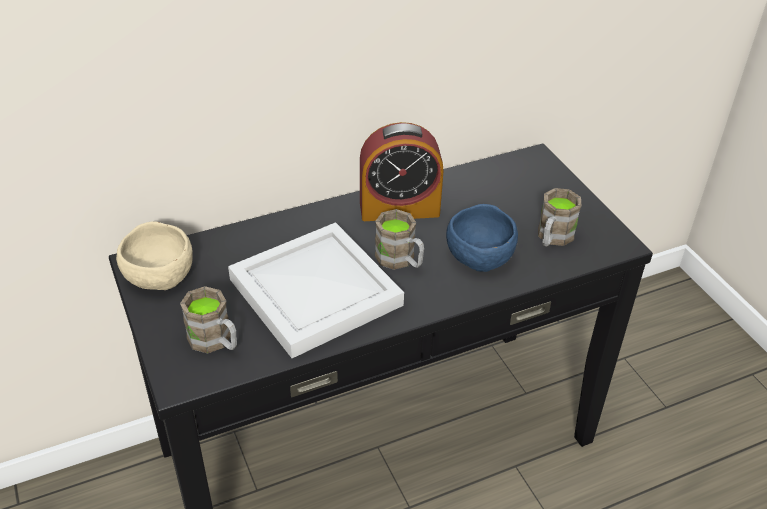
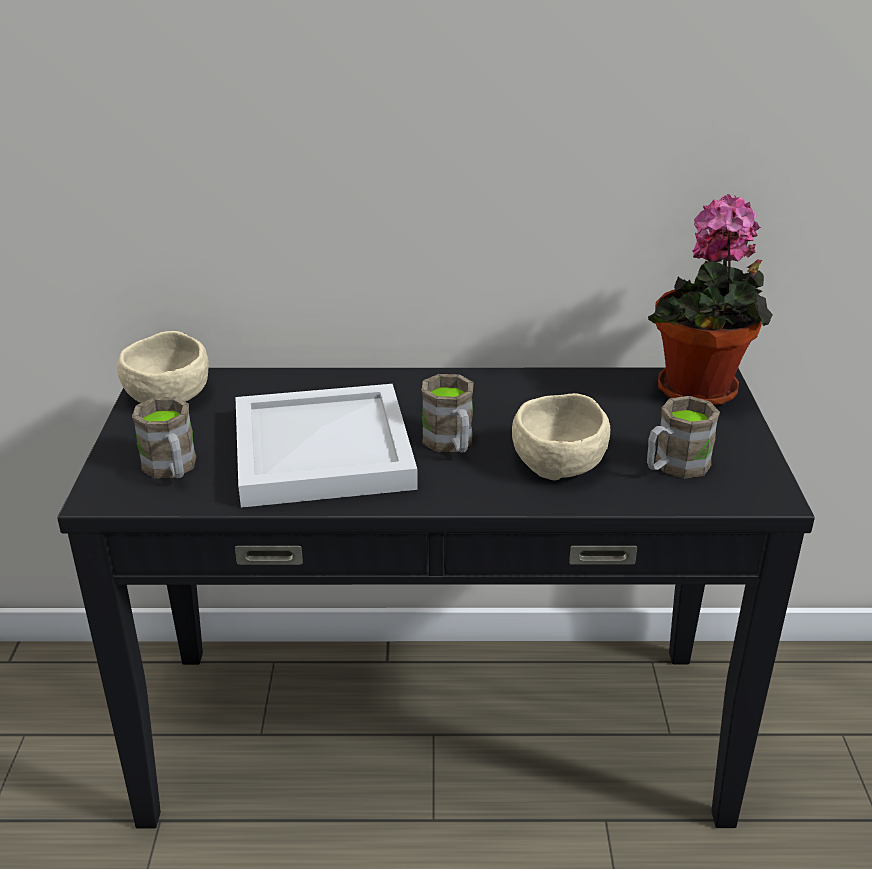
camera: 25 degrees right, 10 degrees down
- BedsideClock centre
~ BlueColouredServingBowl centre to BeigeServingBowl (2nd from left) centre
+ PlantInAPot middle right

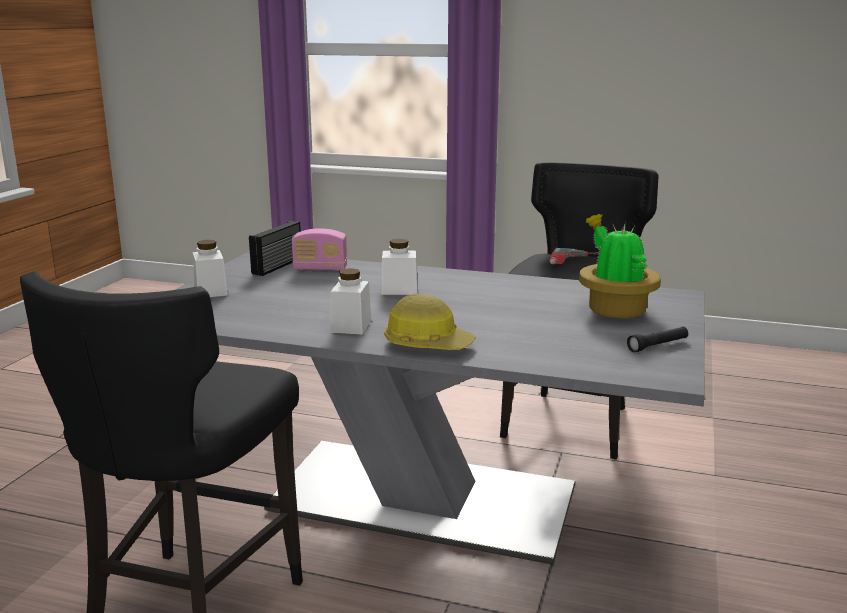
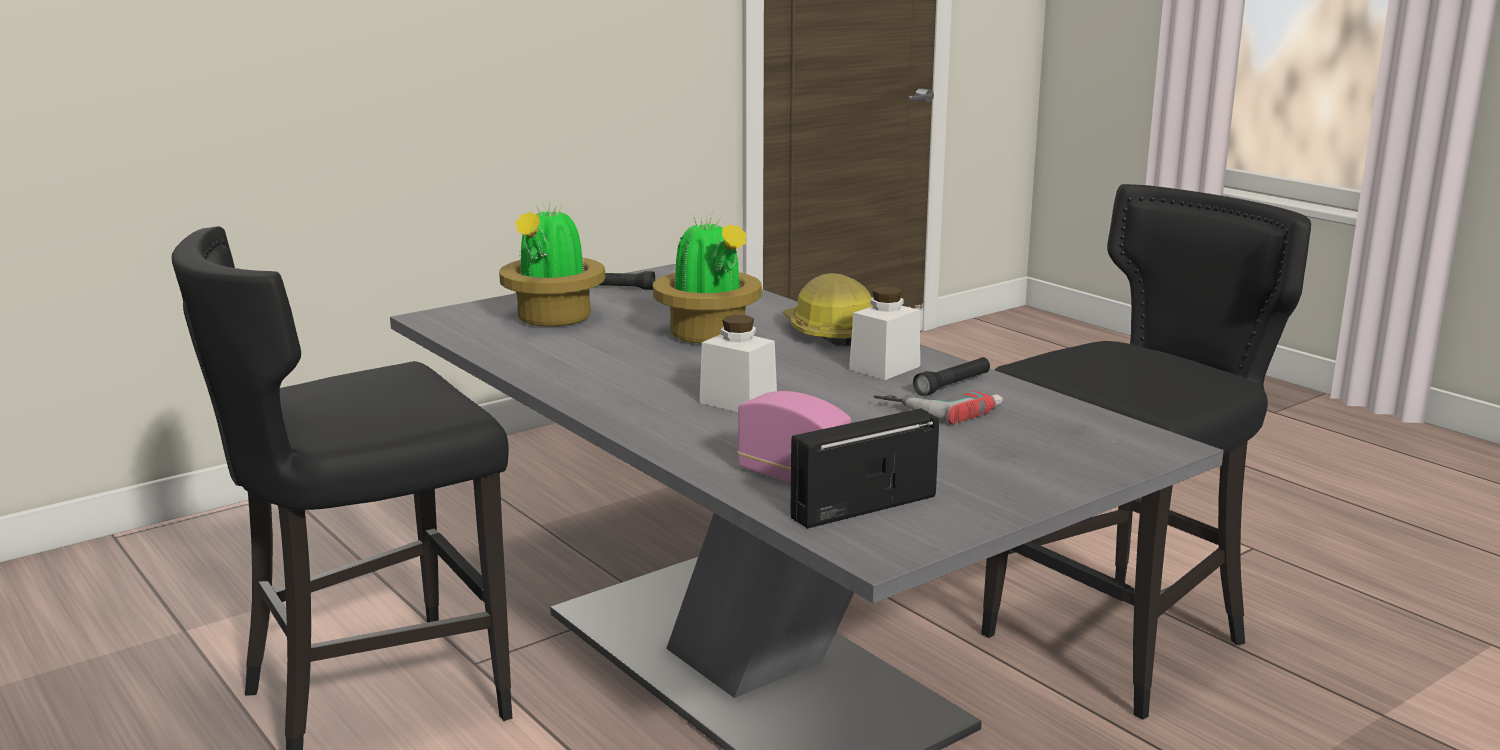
camera: 145 degrees left, 0 degrees up
- WhiteJar (1st from left) middle left
~ PowerDrill middle right to centre
+ PlantInAPot (2nd from left) centre
+ BlackColouredFlashlight (2nd from left) centre

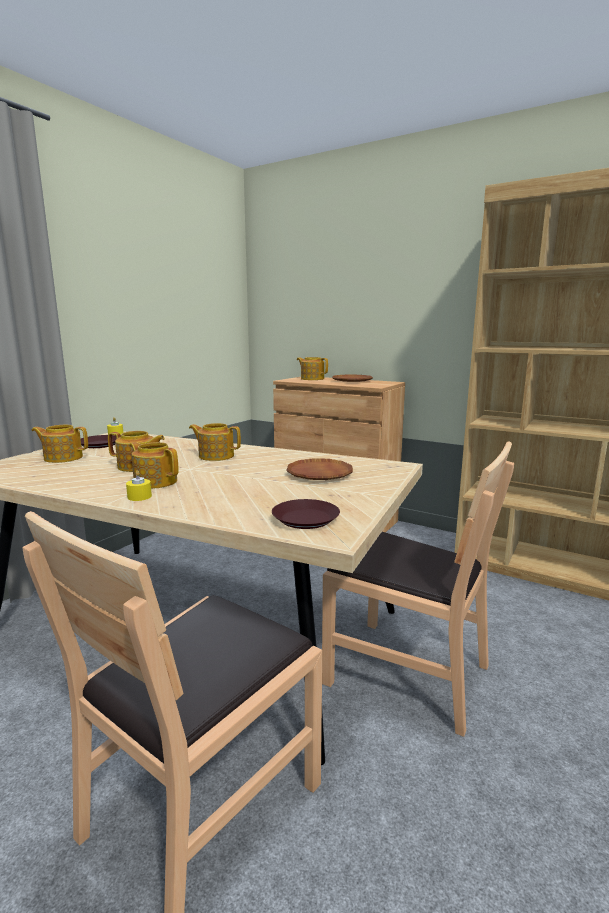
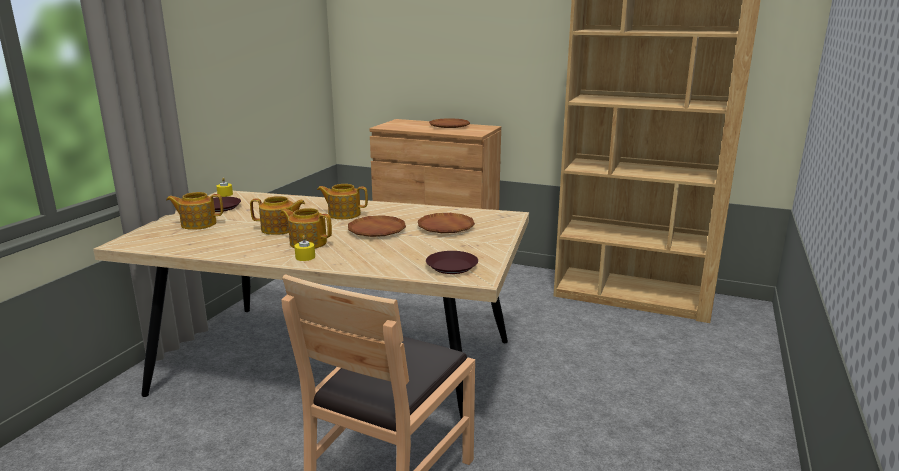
camera: 10 degrees left, 5 degrees up
- TeaPot (5th from left) centre
- BrownColouredChair (2nd from left) middle right
+ BrownColouredPlate (2nd from left) centre

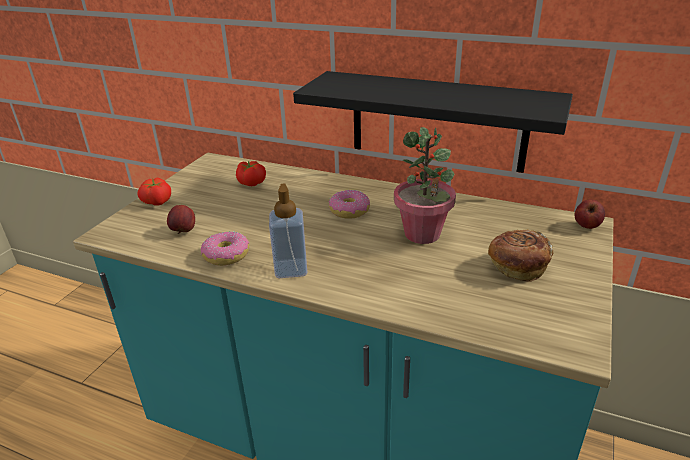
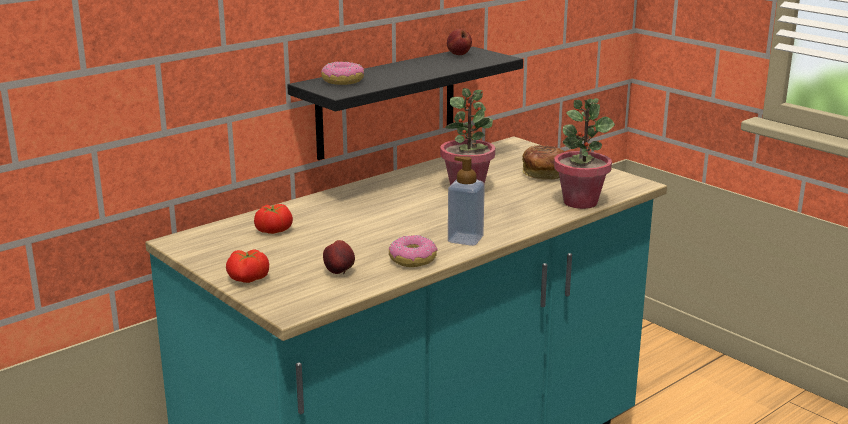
camera: 65 degrees left, 10 degrees down
~ Donut (2nd from left in the first image) centre to Donut (1st from left) top centre
~ Apple (2nd from left) middle right to top centre
+ PlantInAPot (2nd from left) middle right

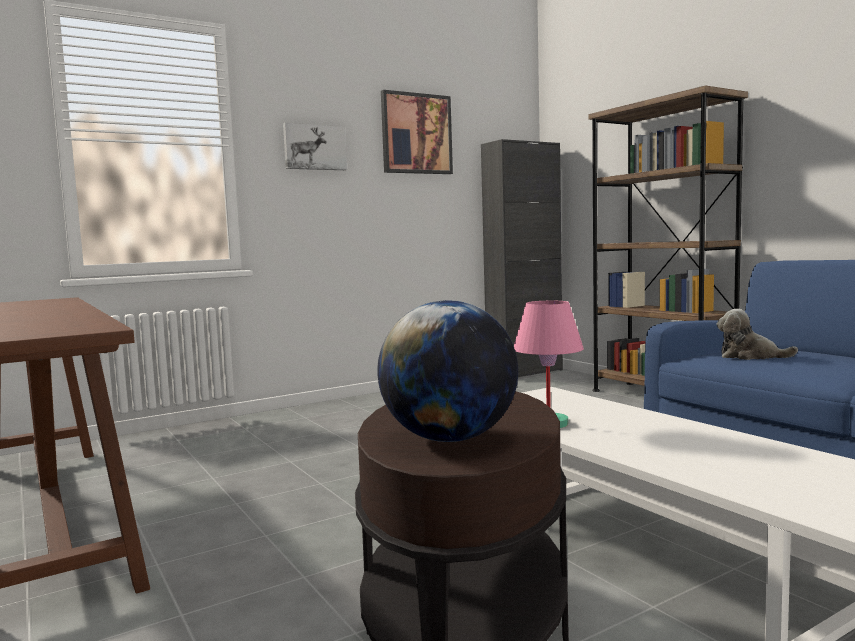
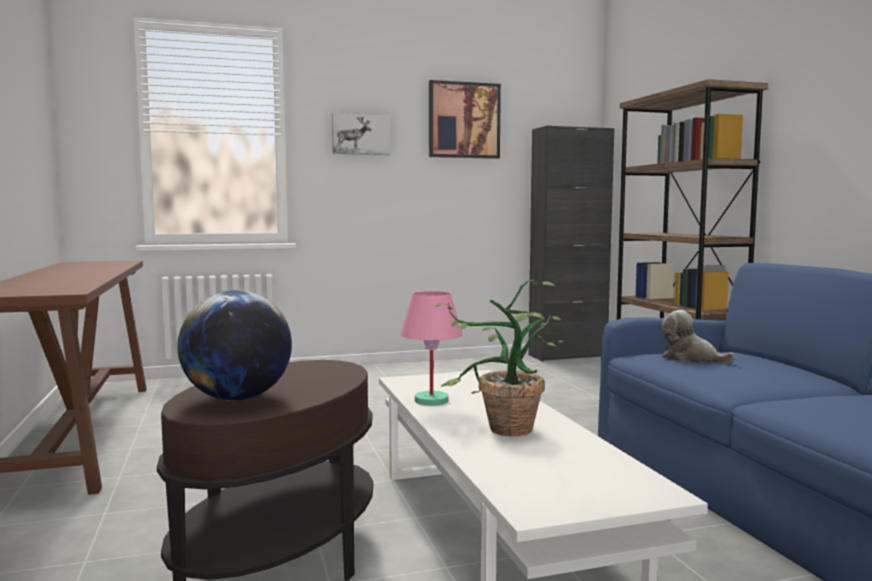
camera: 15 degrees right, 0 degrees up
+ PlantInAPot centre

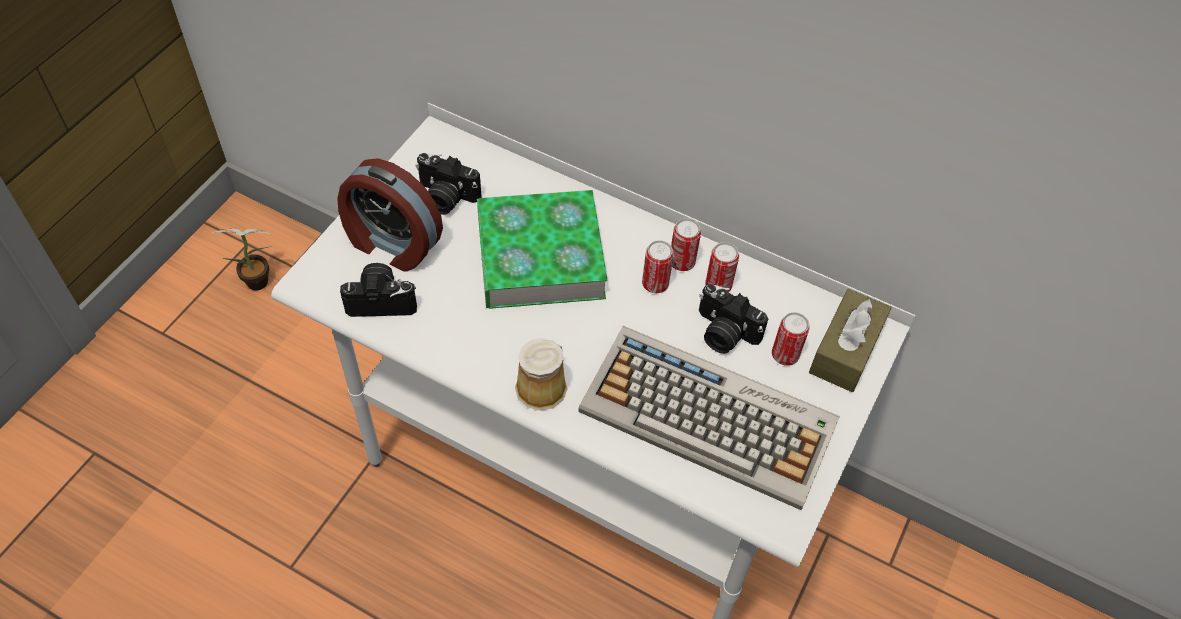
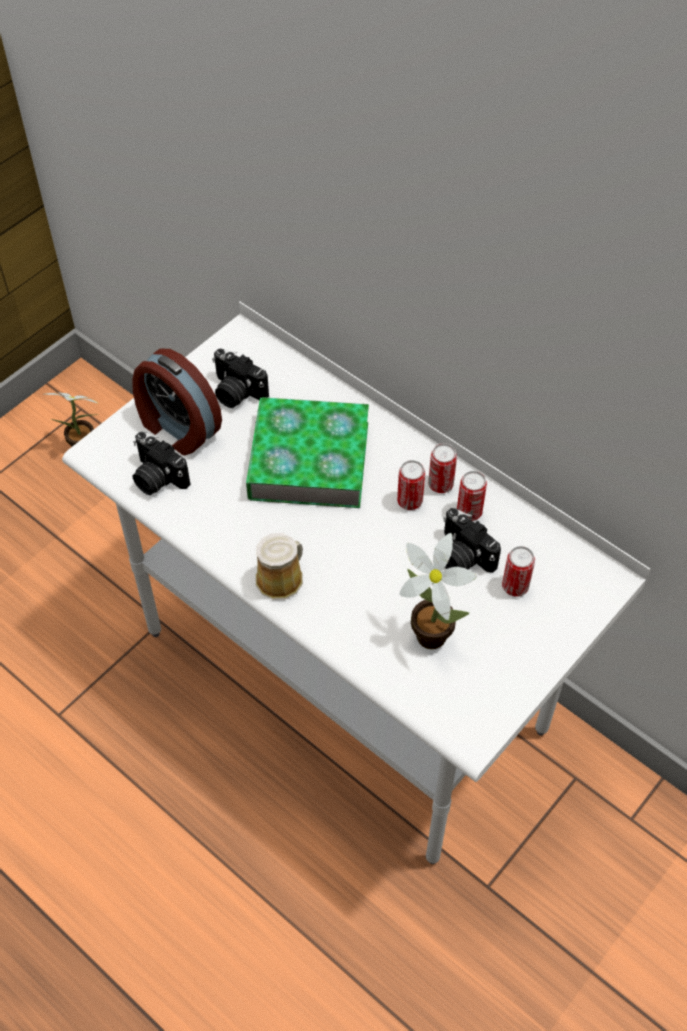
camera: 15 degrees right, 0 degrees up
~ PhotoCamera (1st from left) middle left = middle left 150 degrees counterclockwise
~ Keyboard bottom centre to PlantInAPot (2nd from left) centre
- BrownColouredTissueHolder middle right

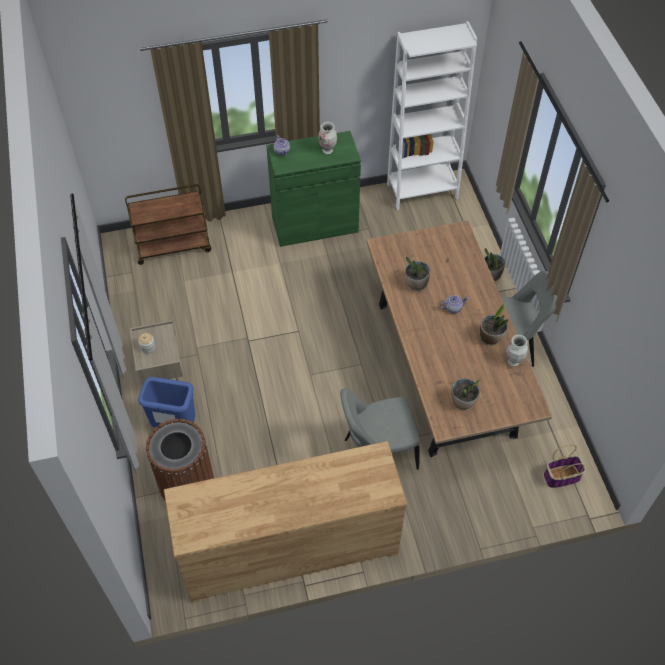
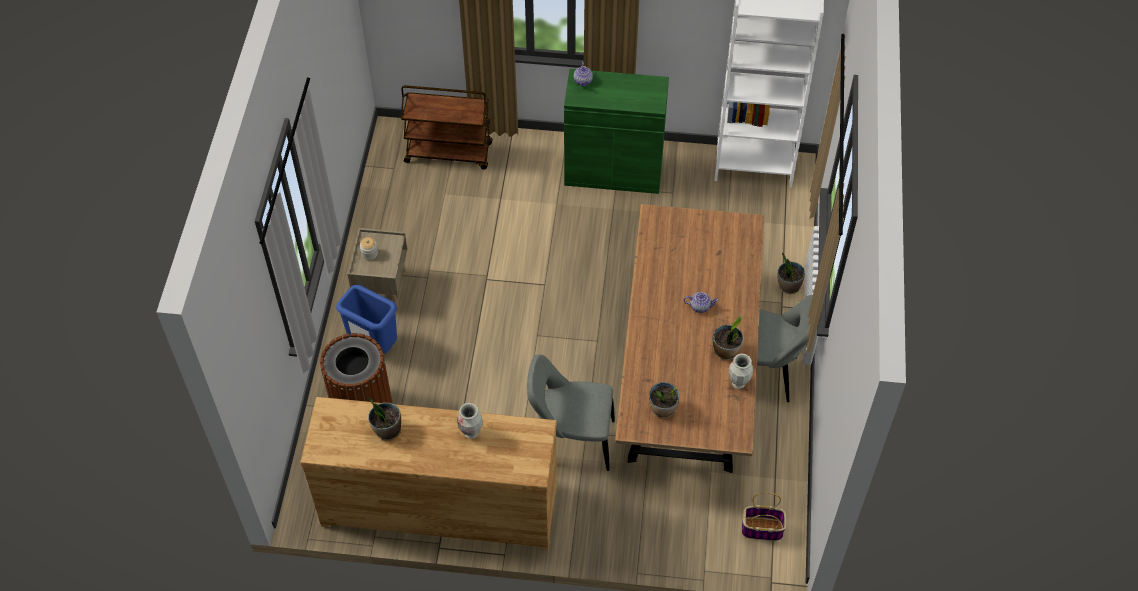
camera: 20 degrees right, 0 degrees up
~ DecorativeVase (1st from left) top centre to bottom centre
~ PlantInAPot (1st from left) centre to bottom centre

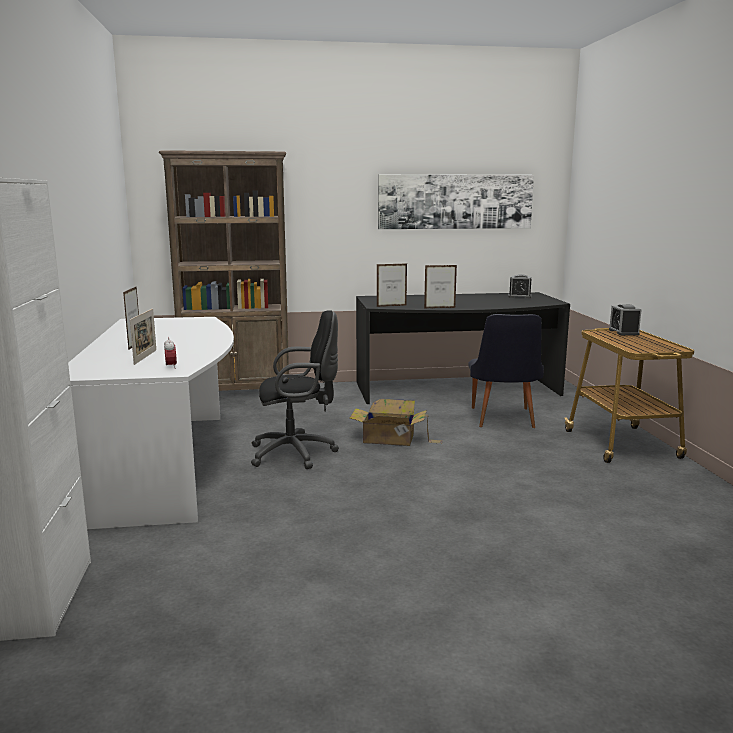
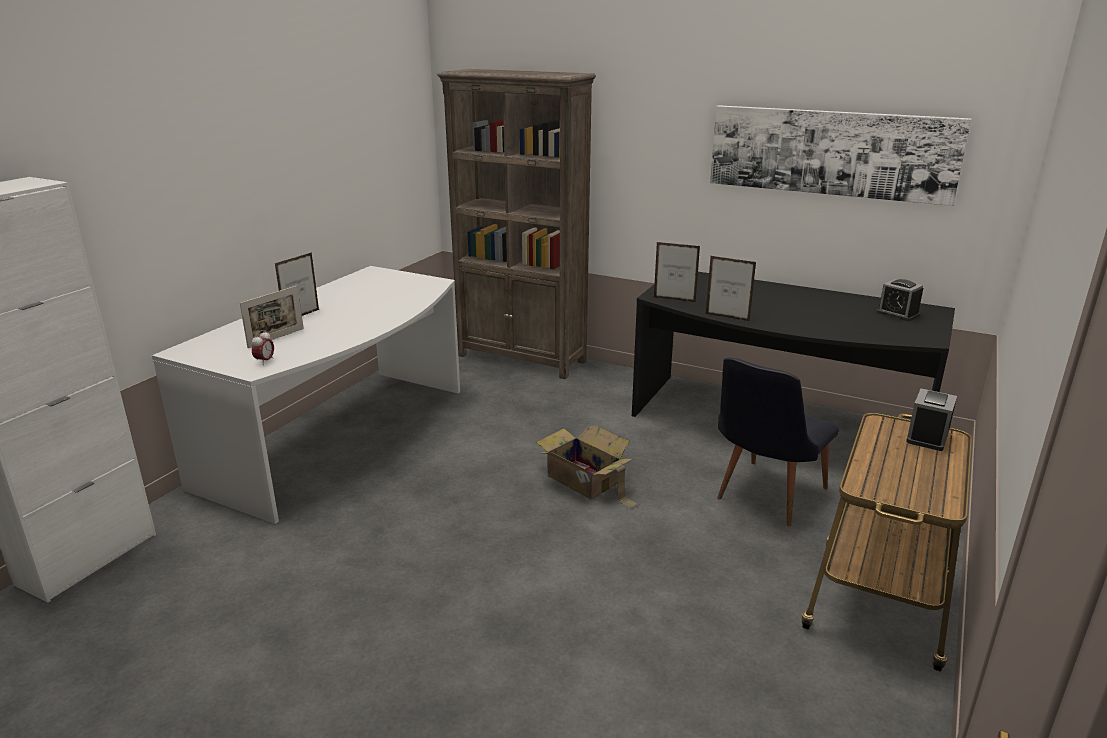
camera: 35 degrees right, 10 degrees up
- BlackColouredOfficeChair centre

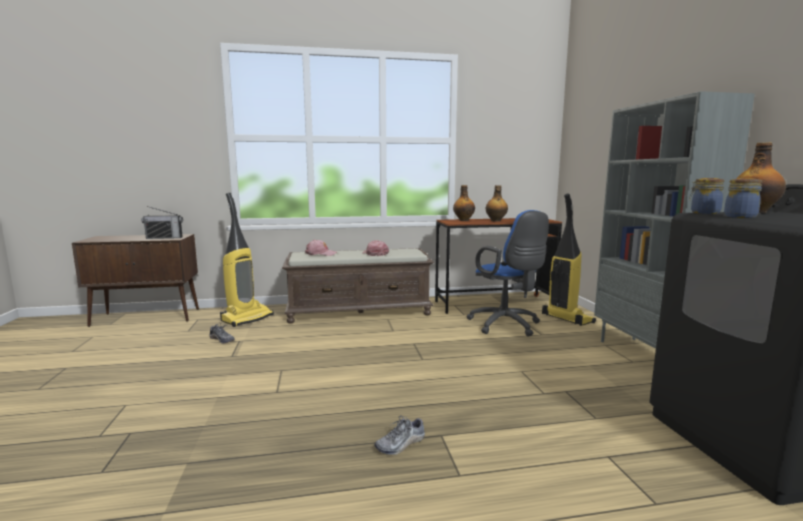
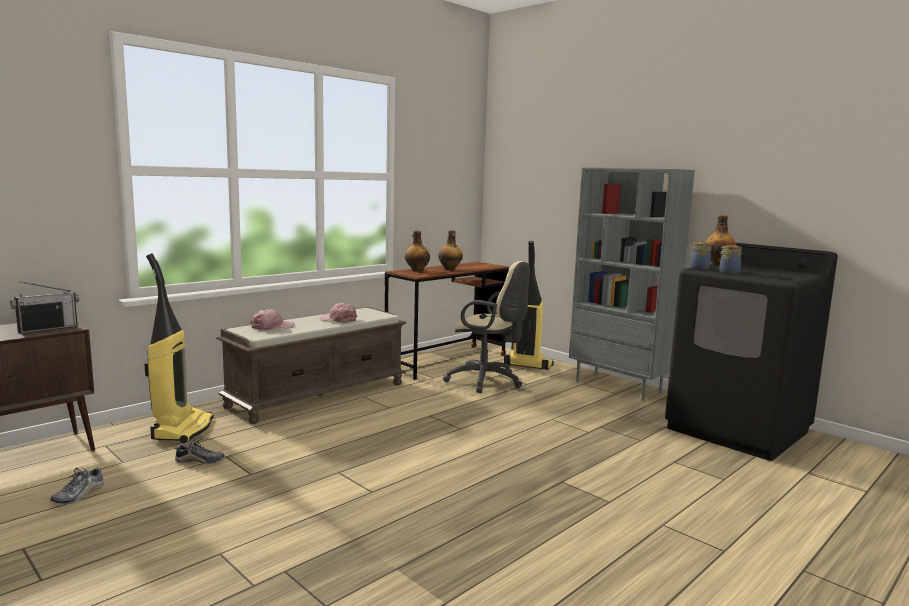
camera: 35 degrees left, 0 degrees up
~ LowShoe (2nd from left in the first image) bottom centre to LowShoe (1st from left) bottom left
~ BlueColouredOfficeChair centre to BeigeOfficeChair centre

